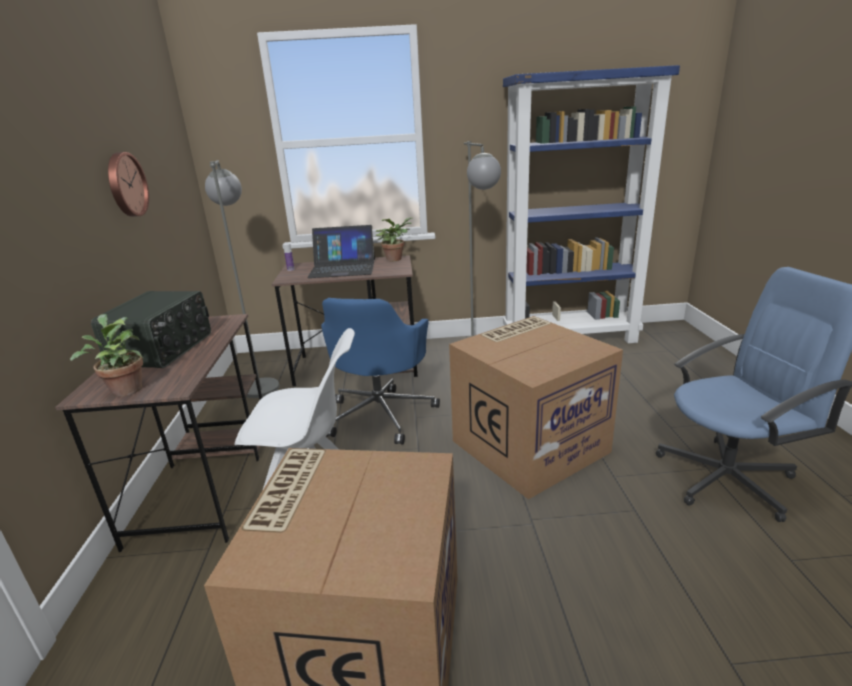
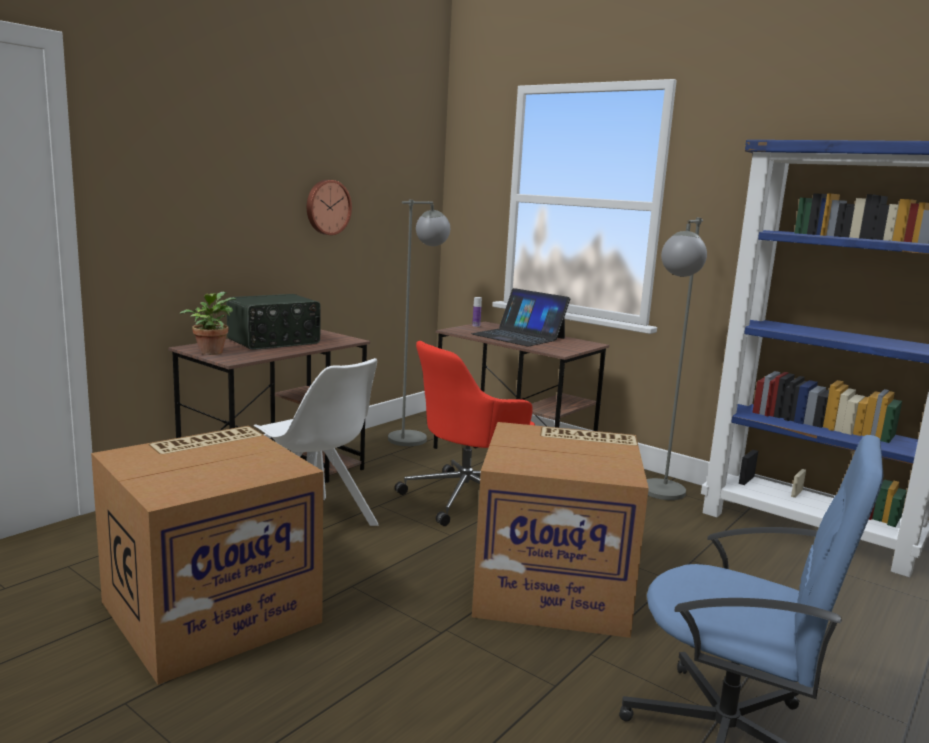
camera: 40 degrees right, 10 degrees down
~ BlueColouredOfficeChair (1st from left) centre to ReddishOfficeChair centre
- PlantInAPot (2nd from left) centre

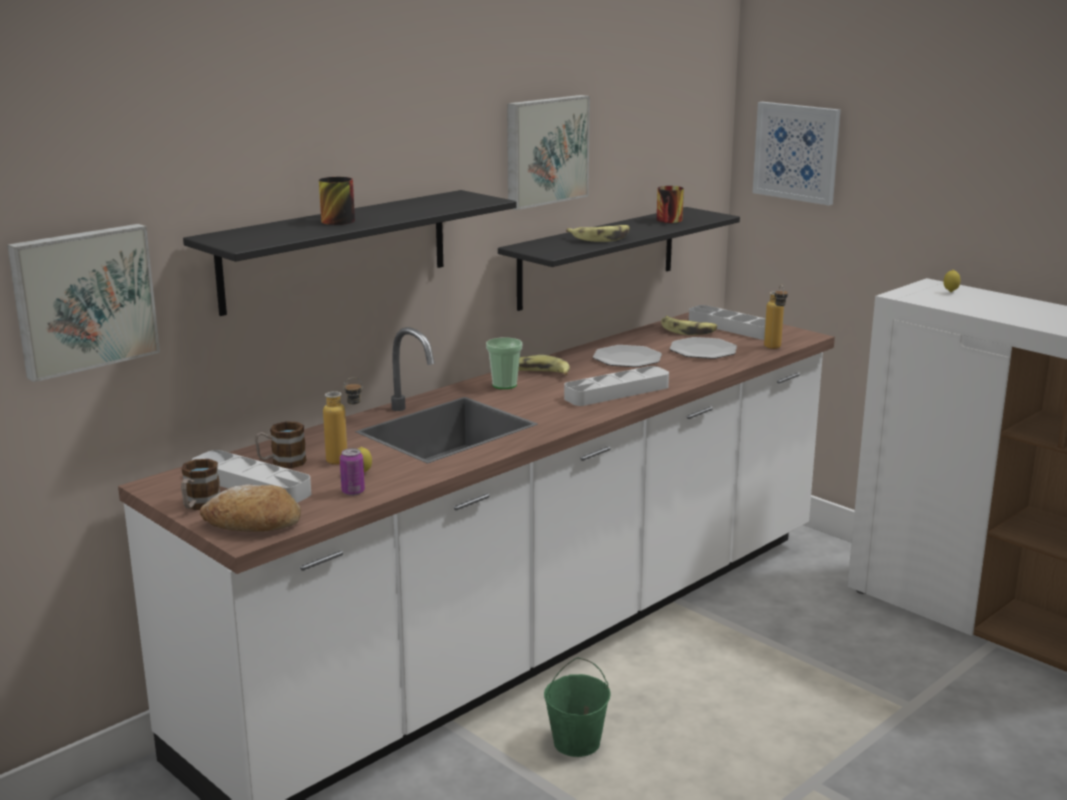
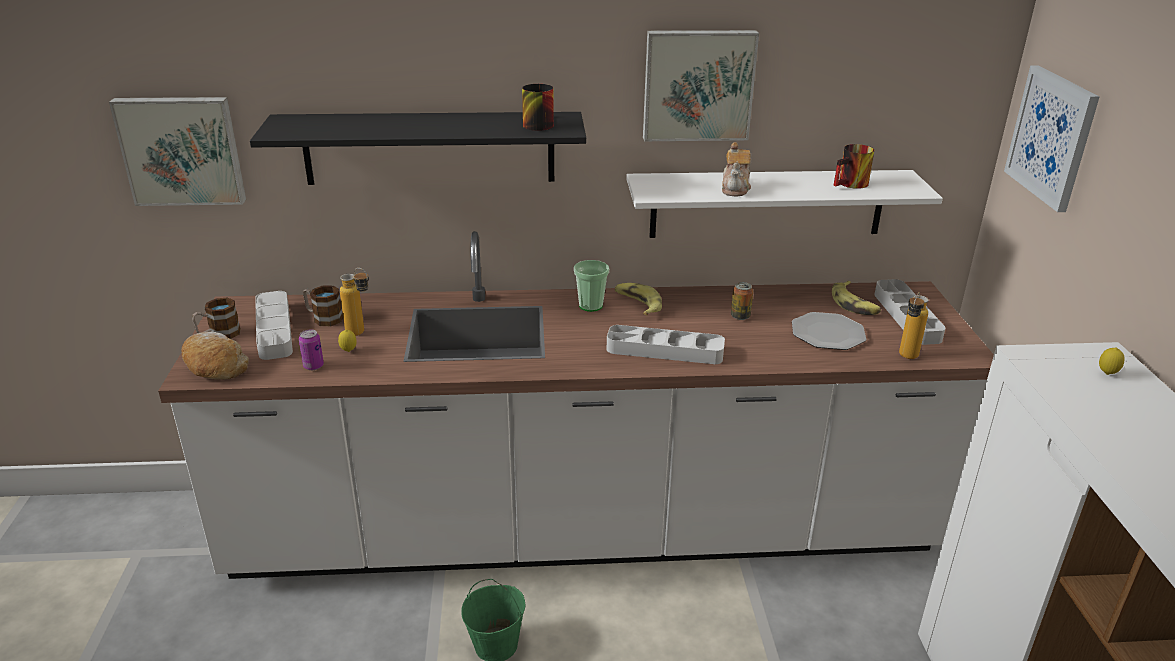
camera: 40 degrees right, 10 degrees up
~ TeaMug (3rd from left) top left to top centre
~ BlackColouredWallShelf (2nd from left) top centre to WhiteWallShelf top right
~ BananaFruit (2nd from left) top centre to TeaPot top centre
~ Plate (1st from left) centre to SealedCan (2nd from left) centre

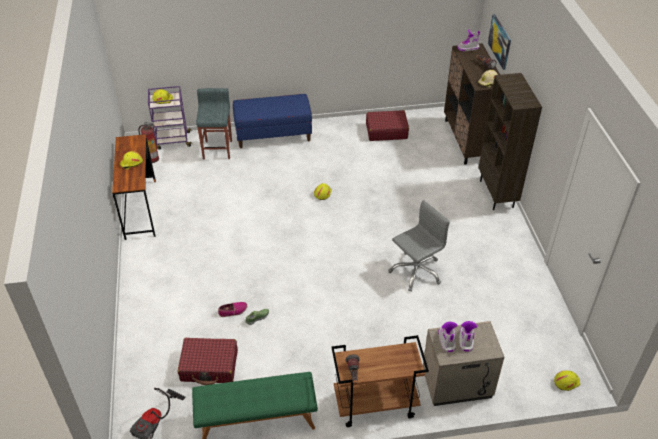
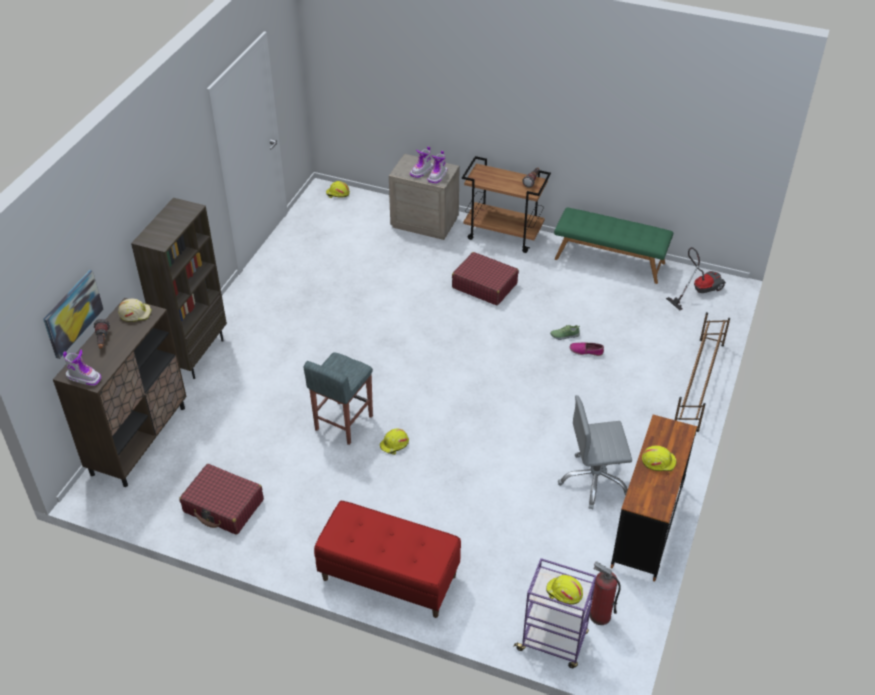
camera: 150 degrees left, 0 degrees up
~ ReddishPieceOfLuggage (1st from left in the first image) bottom left to ReddishPieceOfLuggage (2nd from left) centre
~ GreyishStoolSeat top left to centre
~ BlueColouredLongSeat top centre to ReddishLongSeat bottom centre
~ GreyishOfficeChair centre to middle right
+ BrownColouredShoeShelf middle right

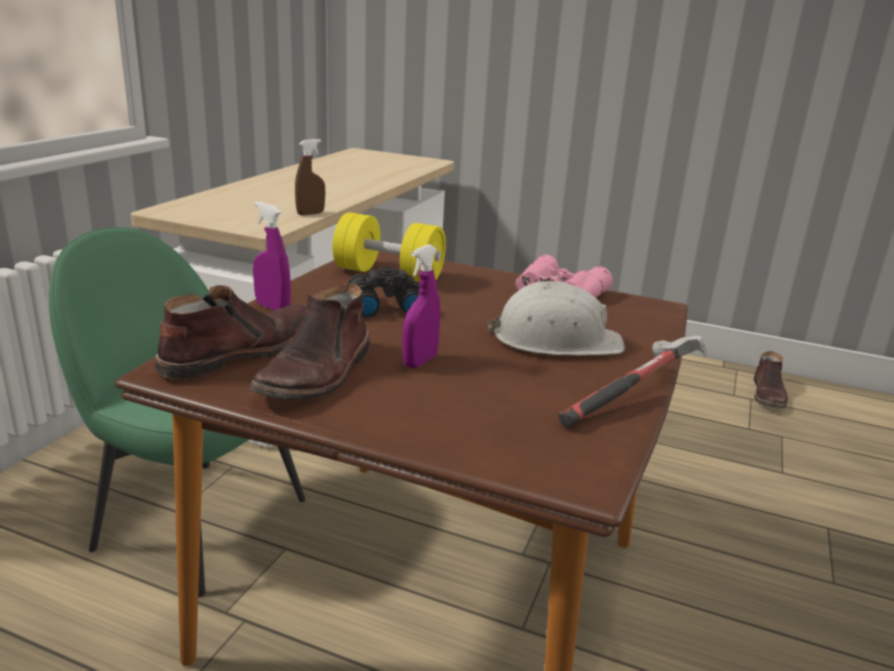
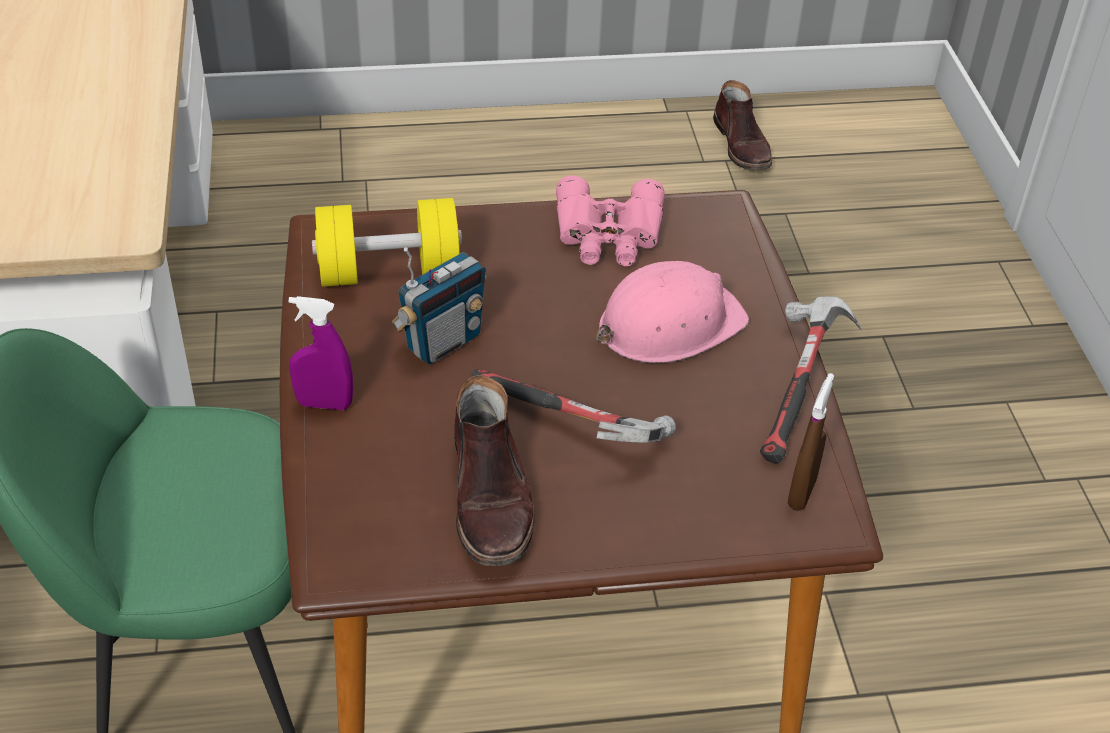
camera: 30 degrees left, 20 degrees up
- BrownColouredBoot (1st from left) middle left
~ BrownColouredSprayer top centre to middle right
~ BlackColouredFieldGlasses centre to RadioSet centre
~ PurplishSprayer (2nd from left) centre to HandHammer (1st from left) centre
~ WhiteHardHat centre to PinkHardHat centre

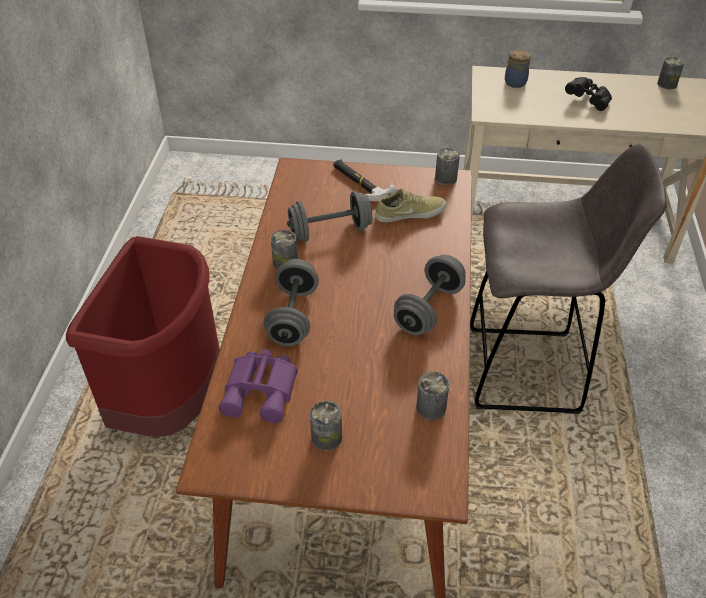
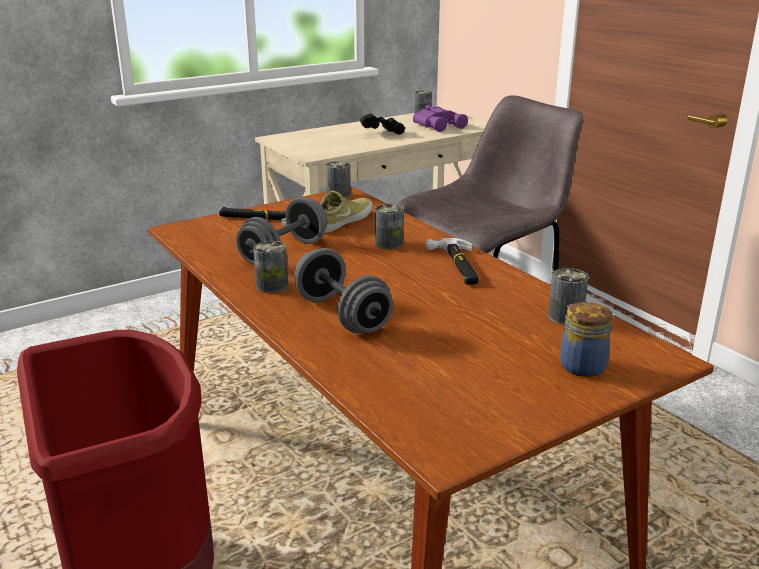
camera: 40 degrees left, 20 degrees down
~ PurplishFieldGlasses centre to top centre
~ SealedCan (2nd from left in the first image) bottom centre to SealedCan (3rd from left) centre
~ GreyishDumbbell (3rd from left) centre to HandHammer (2nd from left) centre
~ Jar top right to middle right

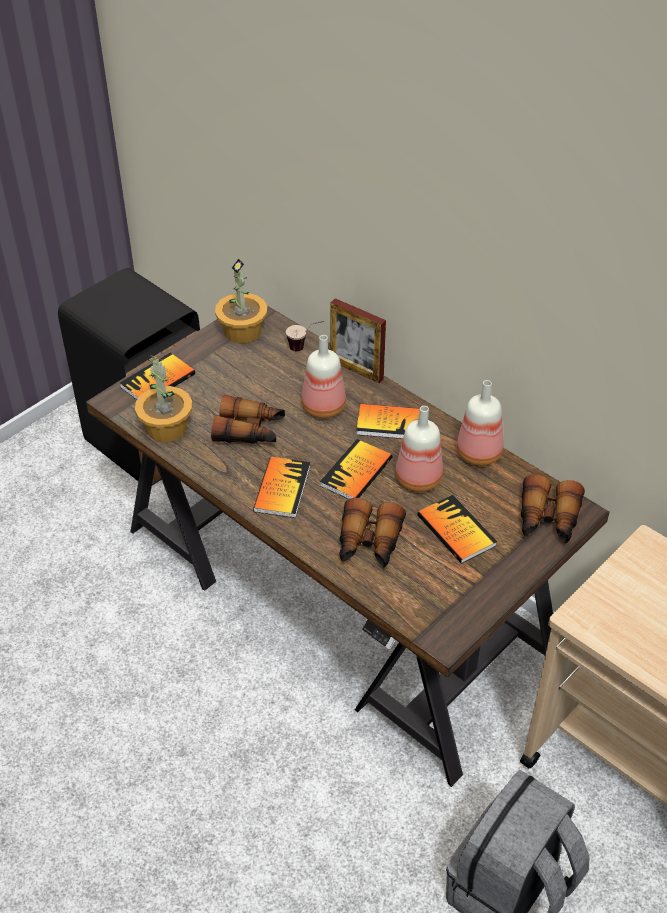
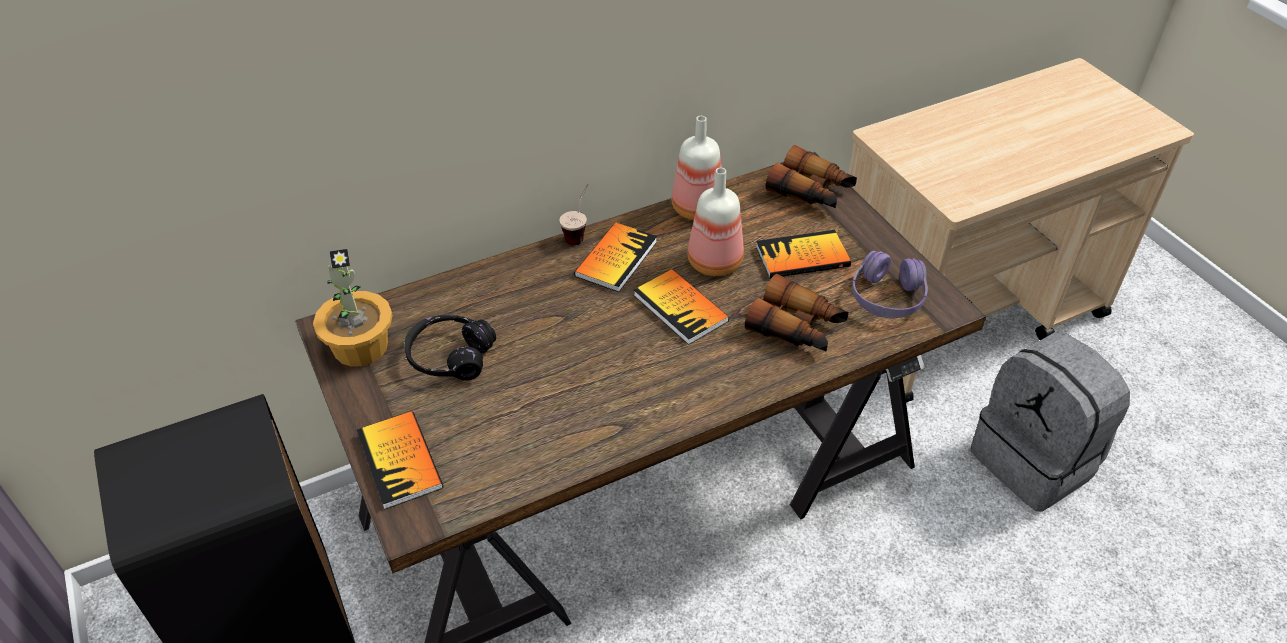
camera: 70 degrees left, 0 degrees up
- PlantInAPot (1st from left) middle left
- FieldGlasses (1st from left) centre
- Volume (2nd from left) centre
~ SmallCup centre to top centre
- BeverageBottle (1st from left) centre
- PhotoFrame centre
+ BlackColouredHeadphones centre
+ PurplishHeadphones middle right

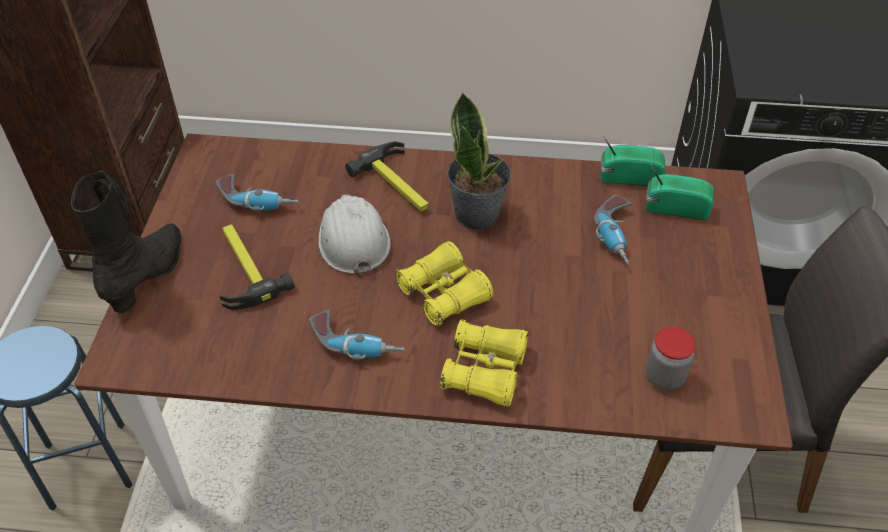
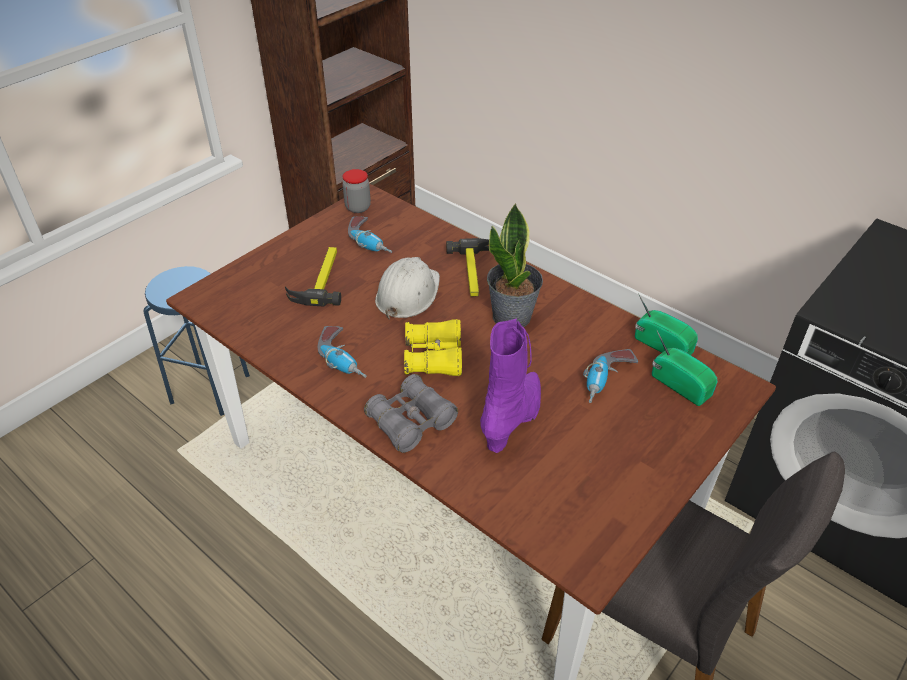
camera: 35 degrees right, 5 degrees down
- BlackColouredBoot middle left
~ YellowFieldGlasses (2nd from left) bottom centre to GreyishFieldGlasses centre
~ Jar bottom right to top centre
+ PurplishBoot centre

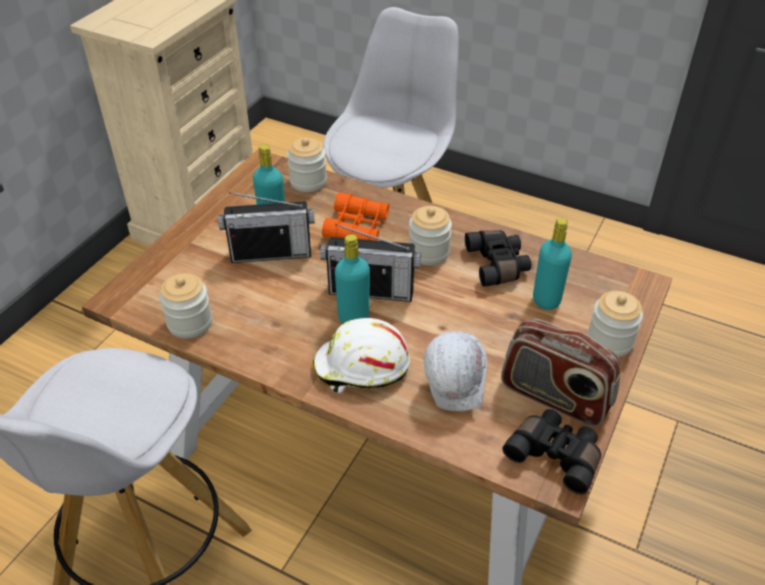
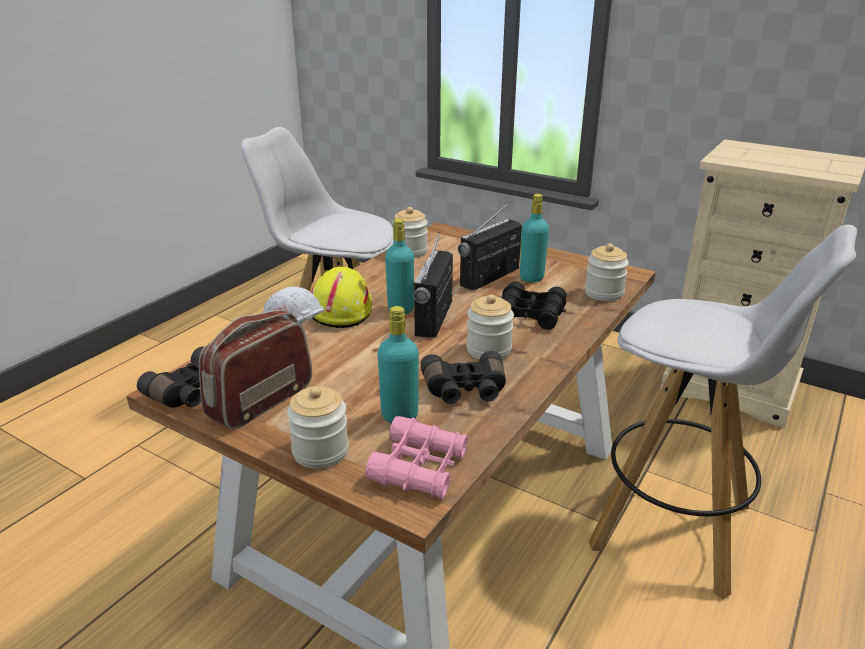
camera: 95 degrees right, 15 degrees down
~ RadioSet (1st from left in the first image) centre = centre 45 degrees clockwise
~ WhiteHardHat (1st from left) centre to YellowHardHat centre
~ OrangeColouredFieldGlasses centre to BlackColouredFieldGlasses (3rd from left) centre
+ PinkFieldGlasses bottom centre

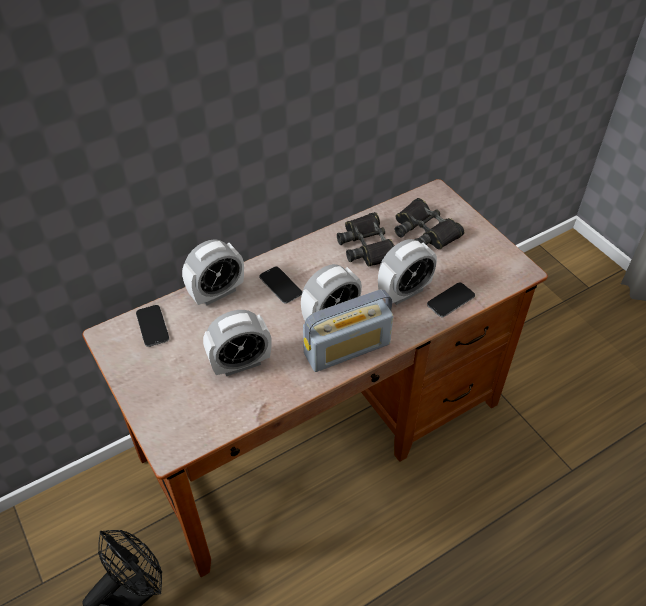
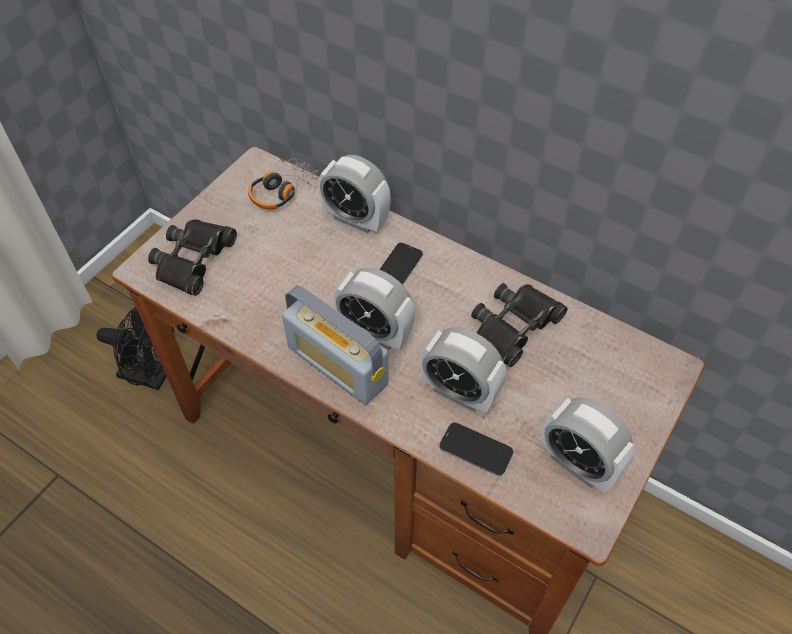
camera: 65 degrees right, 5 degrees up
~ Telephone (1st from left) middle left to Headphones top centre
~ BedsideClock (2nd from left in the first image) centre to BedsideClock (4th from left) bottom right
~ BlackColouredFieldGlasses (2nd from left in the first image) centre to BlackColouredFieldGlasses (1st from left) middle left

